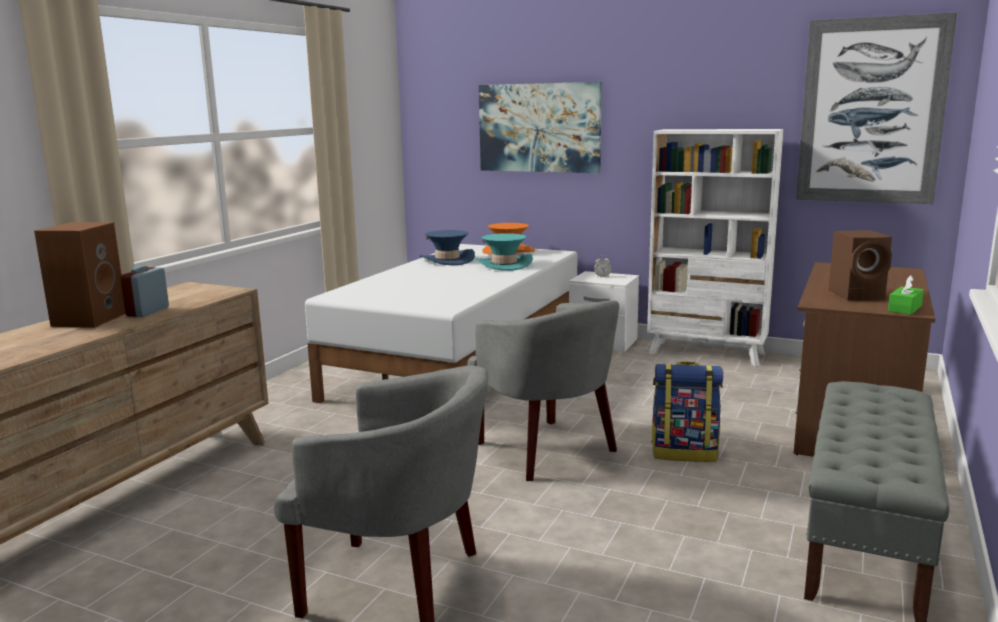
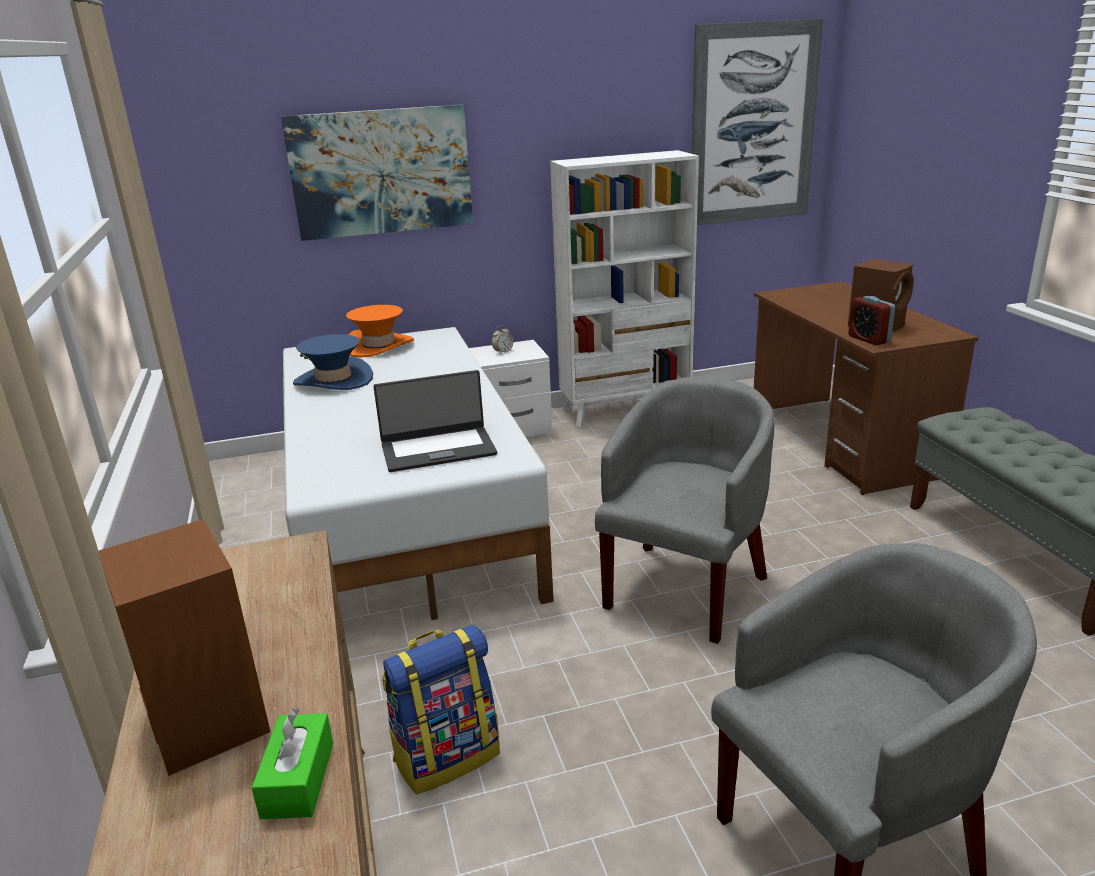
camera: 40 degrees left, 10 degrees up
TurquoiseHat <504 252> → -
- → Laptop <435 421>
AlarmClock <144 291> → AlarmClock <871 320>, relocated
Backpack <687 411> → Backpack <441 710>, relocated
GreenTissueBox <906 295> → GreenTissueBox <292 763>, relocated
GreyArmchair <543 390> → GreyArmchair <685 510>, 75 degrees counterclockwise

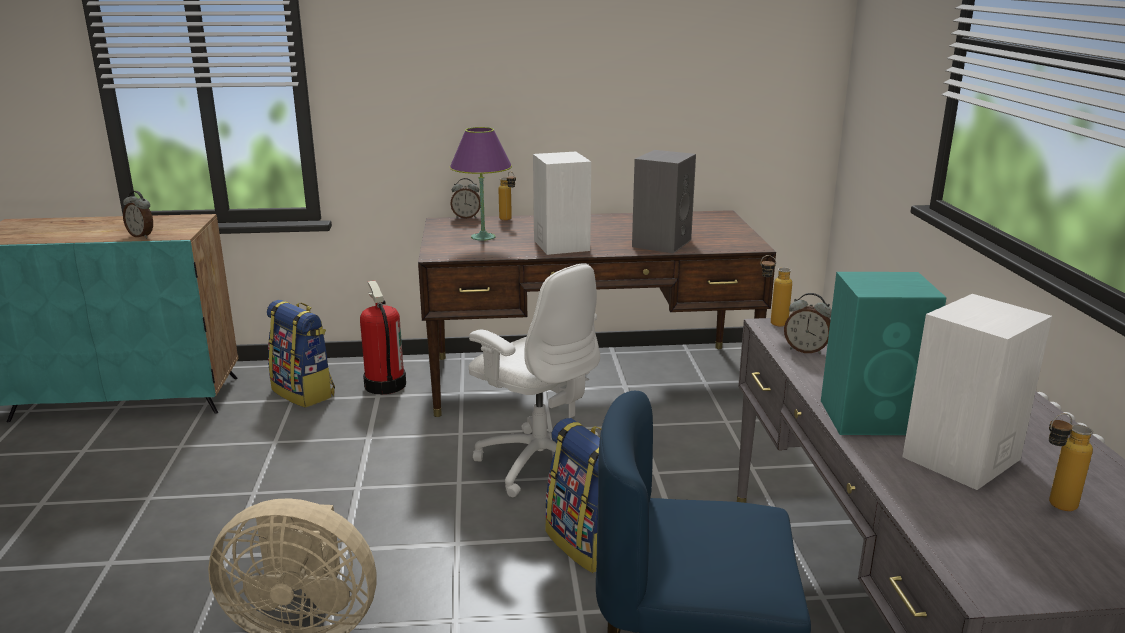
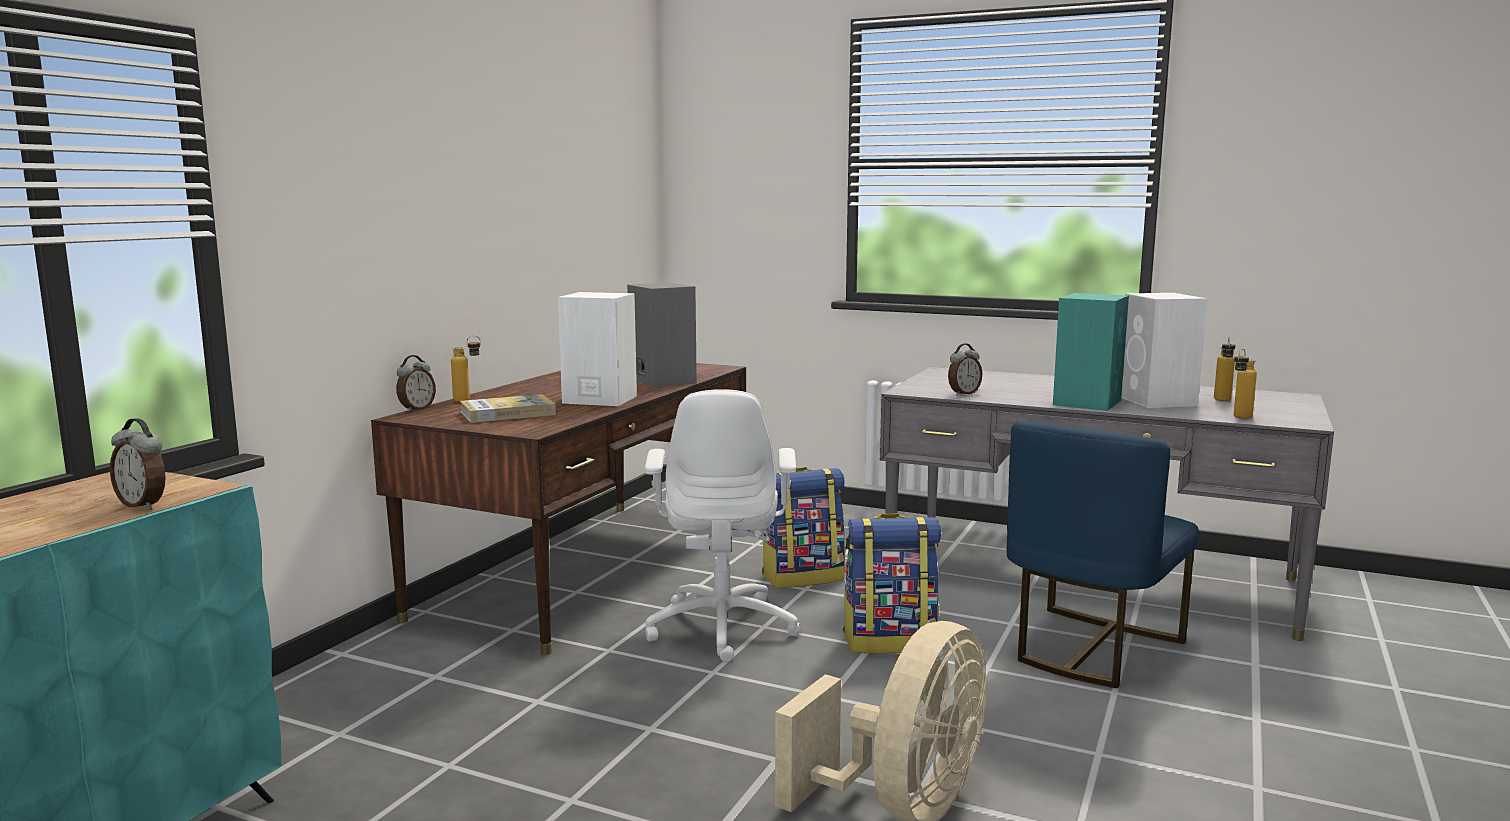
camera: 60 degrees left, 10 degrees down
FireExtinguisher <383 338> → -
Backpack <301 354> → Backpack <803 527>, relocated
Bottle <776 291> → Bottle <1245 384>, relocated
PurpleTableLamp <481 184> → Book <508 408>
AlarmClock <138 215> → AlarmClock <138 464>, 60 degrees clockwise
WhiteOfficeChair <534 380> → WhiteOfficeChair <722 526>, 105 degrees clockwise

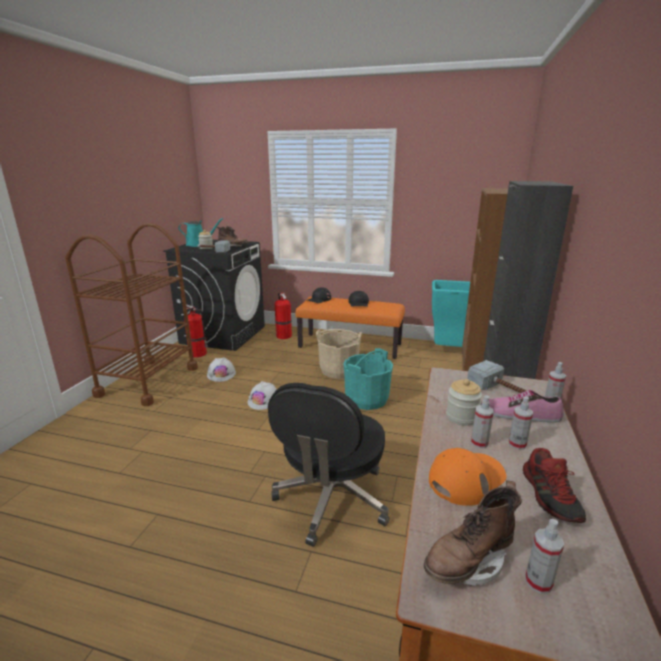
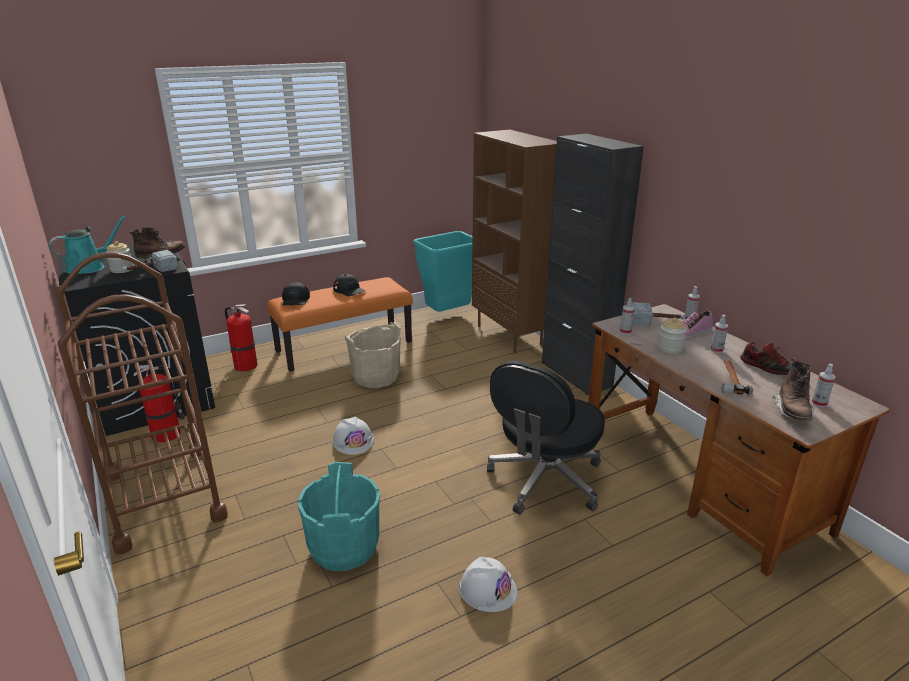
camera: 45 degrees left, 5 degrees up
WhiteHardHat <221 369> → WhiteHardHat <488 584>, relocated
TurquoiseBucket <368 379> → TurquoiseBucket <339 516>, relocated
SprayBottle <482 421> → SprayBottle <627 316>, relocated
OrangeCap <467 477> → Hammer <737 377>
BlackOfficeChair <328 465> → BlackOfficeChair <546 437>, 60 degrees clockwise

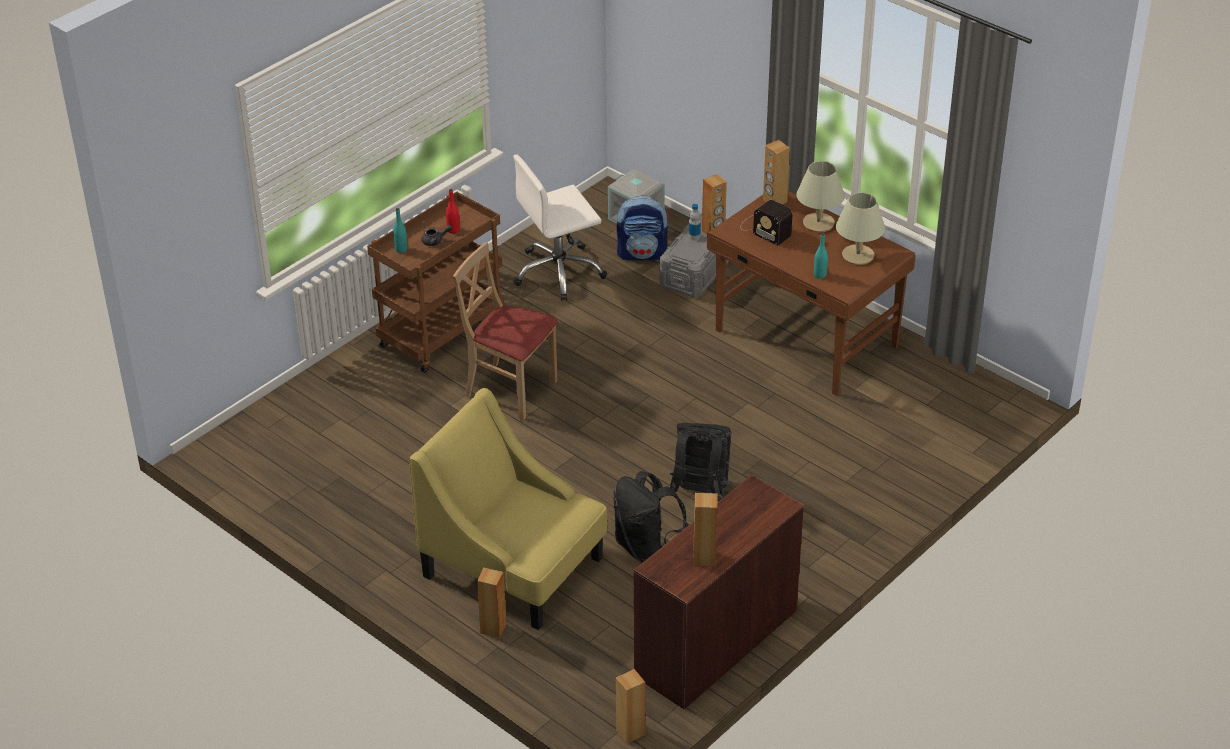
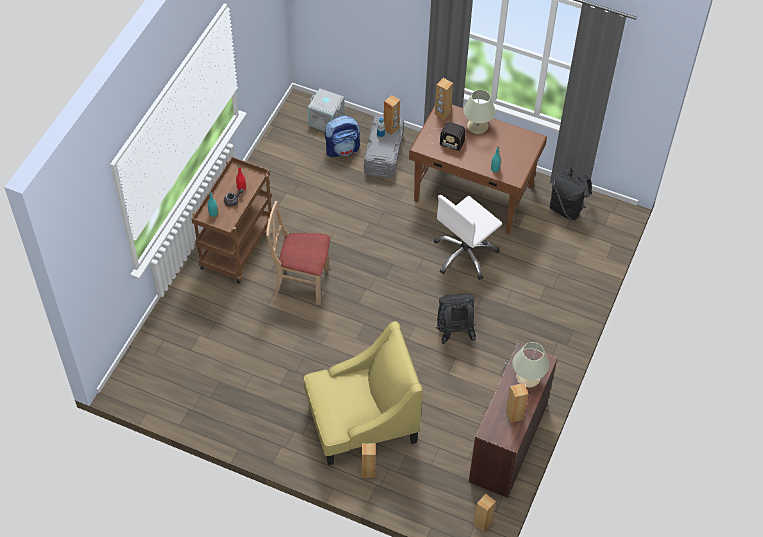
camera: 20 degrees left, 15 degrees up
WhiteOfficeChair <560 227> → WhiteOfficeChair <468 237>, relocated
BlackBackpack <650 517> → BlackBackpack <571 194>, relocated
BeigeTableLamp <860 229> → BeigeTableLamp <530 365>, relocated
YellowArmchair <508 509> → YellowArmchair <363 393>, 150 degrees clockwise

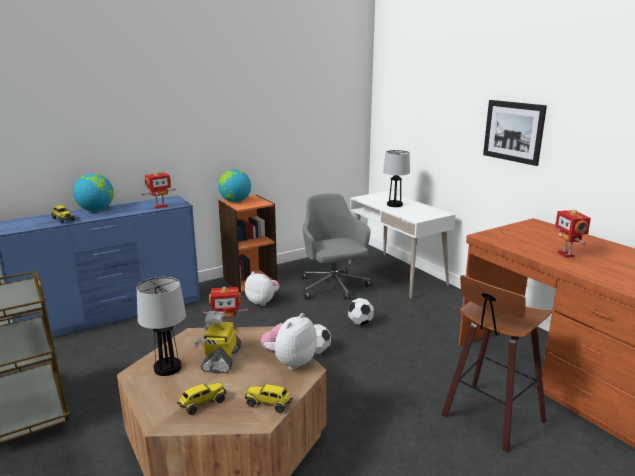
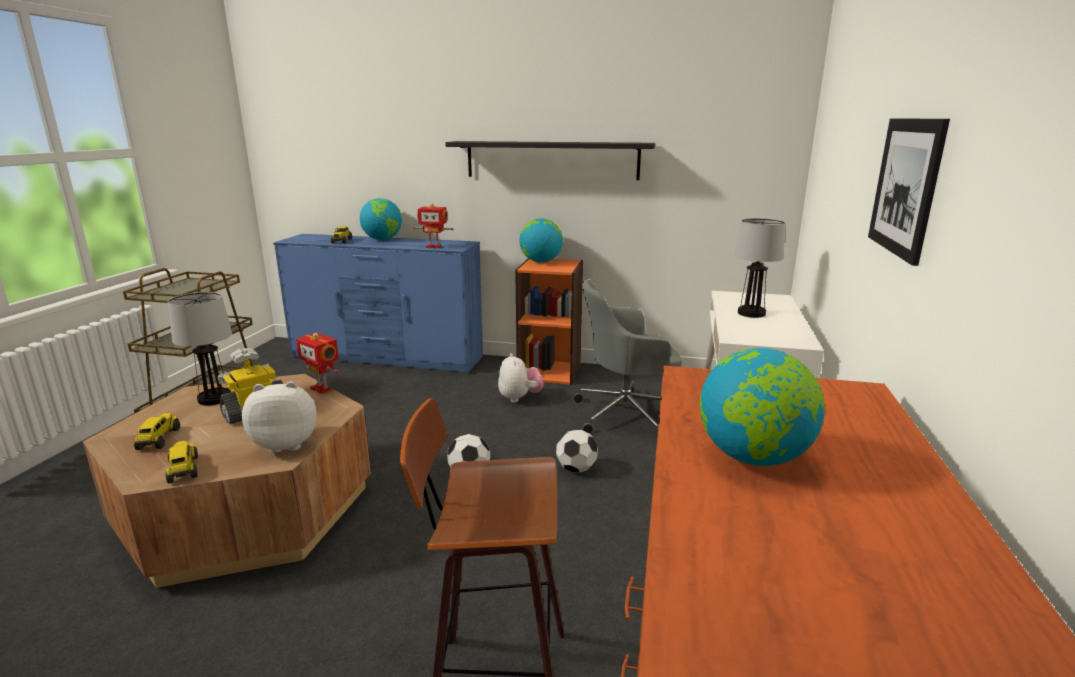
camera: 45 degrees right, 0 degrees up
- → BlackShelf <550 160>
ToyRobot <573 233> → Globe <762 407>
ToyTruck <201 399> → ToyTruck <157 431>, 105 degrees counterclockwise
GreyOfficeChair <336 246> → GreyOfficeChair <627 357>, 120 degrees counterclockwise

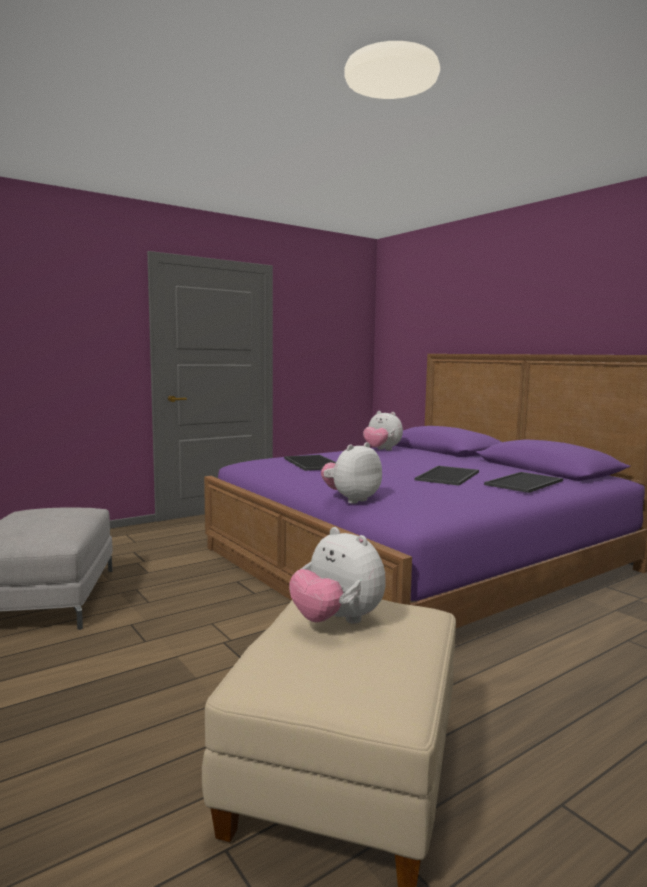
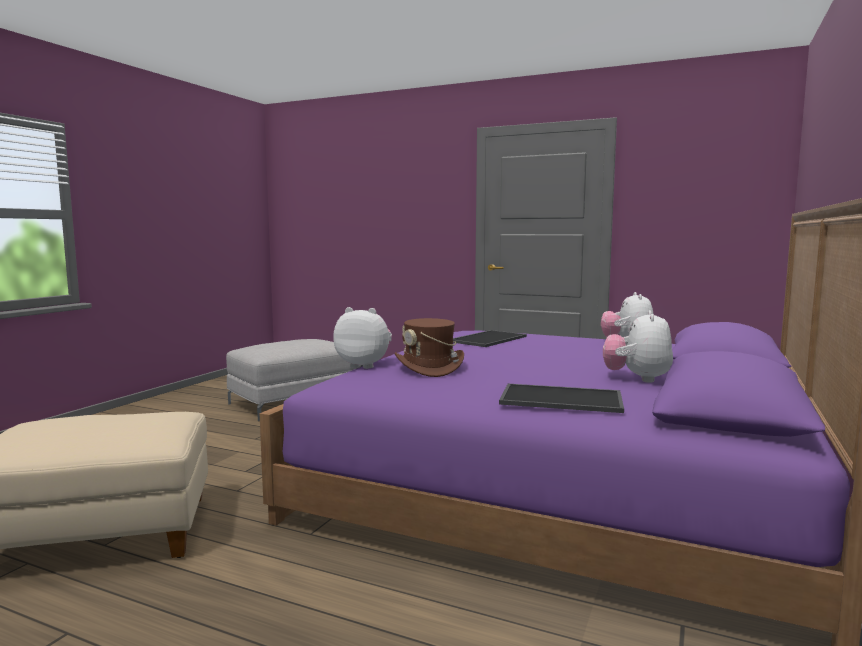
camera: 60 degrees right, 0 degrees up
Tray <447 476> → -
- → BrownHat <429 347>
PlushToy <337 575> → PlushToy <638 346>, relocated

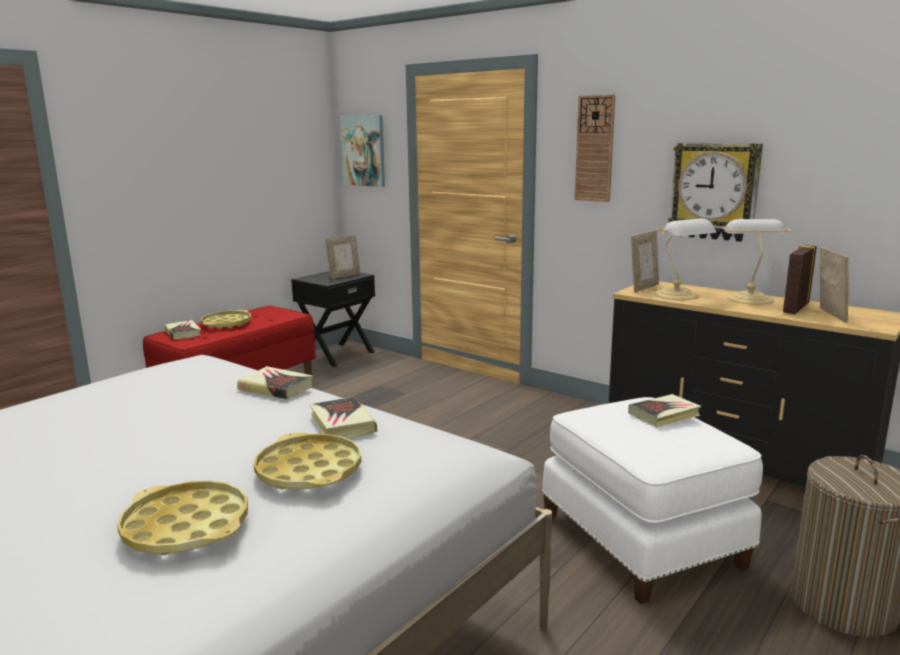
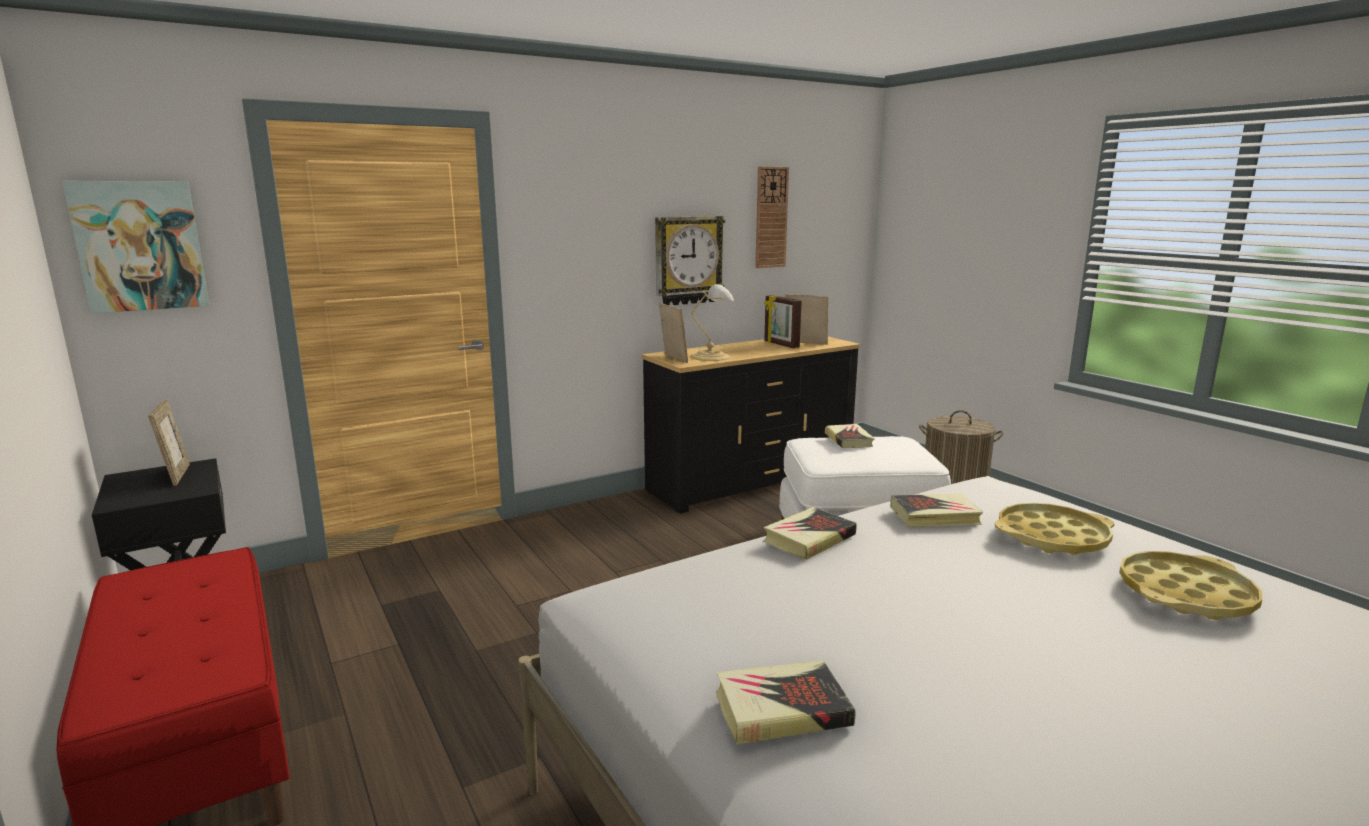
camera: 70 degrees left, 0 degrees up
YellowTray <226 319> → -
TableLamp <757 262> → -
Book <183 330> → Book <785 702>, relocated
WallClock <595 148> → WallClock <772 217>, relocated

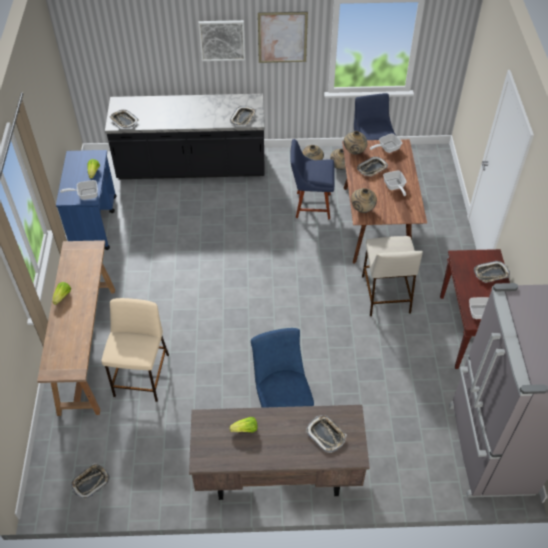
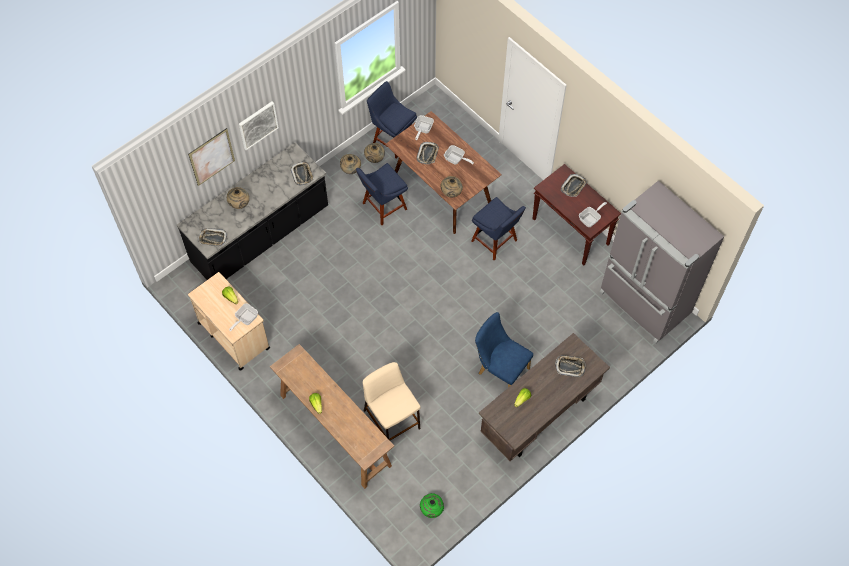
camera: 40 degrees left, 10 degrees up
Picture <283 37> → Picture <211 157>, relocated
BeigeVase <356 142> → BeigeVase <238 198>, relocated
Tray <90 481> → GreenVase <432 505>
BeigeStool <392 276> → BlueChair <498 229>
BlueCart <86 200> → BeigeCart <229 321>

